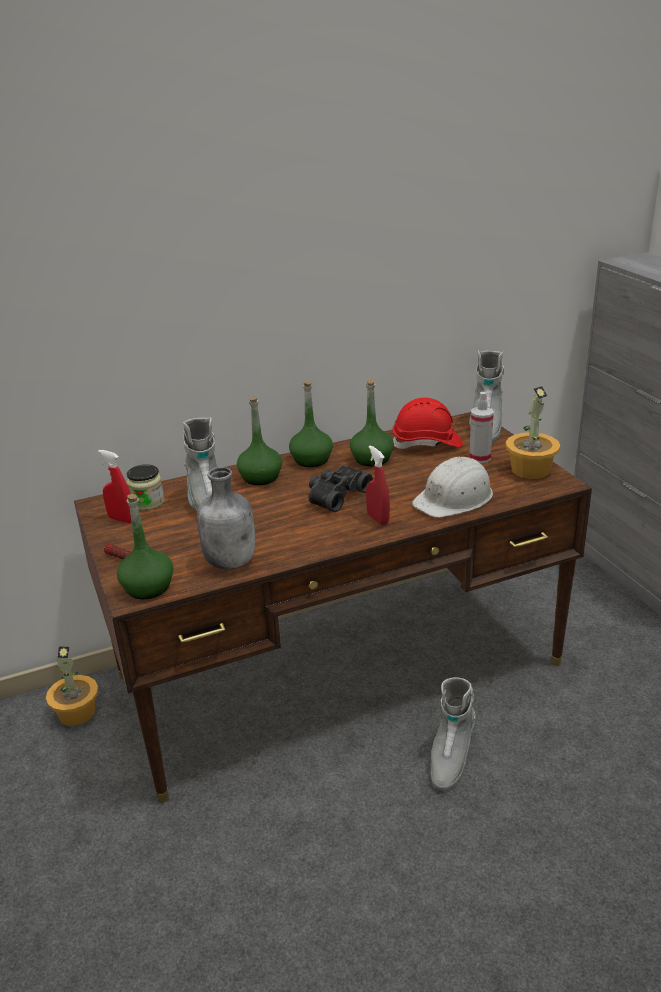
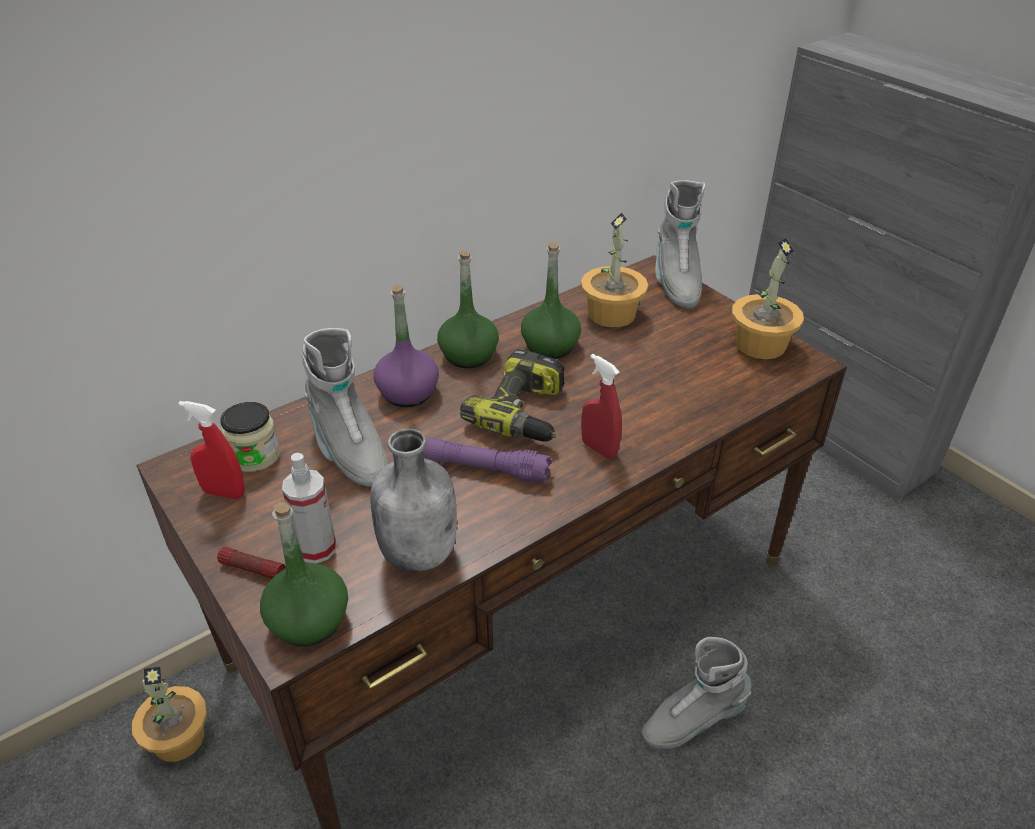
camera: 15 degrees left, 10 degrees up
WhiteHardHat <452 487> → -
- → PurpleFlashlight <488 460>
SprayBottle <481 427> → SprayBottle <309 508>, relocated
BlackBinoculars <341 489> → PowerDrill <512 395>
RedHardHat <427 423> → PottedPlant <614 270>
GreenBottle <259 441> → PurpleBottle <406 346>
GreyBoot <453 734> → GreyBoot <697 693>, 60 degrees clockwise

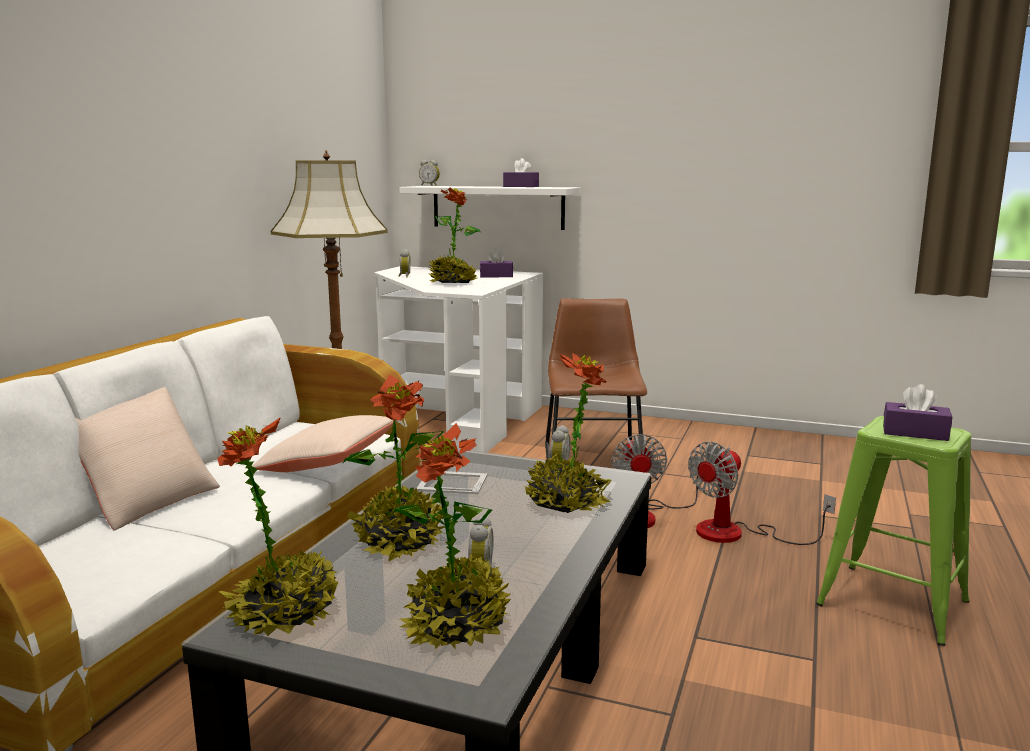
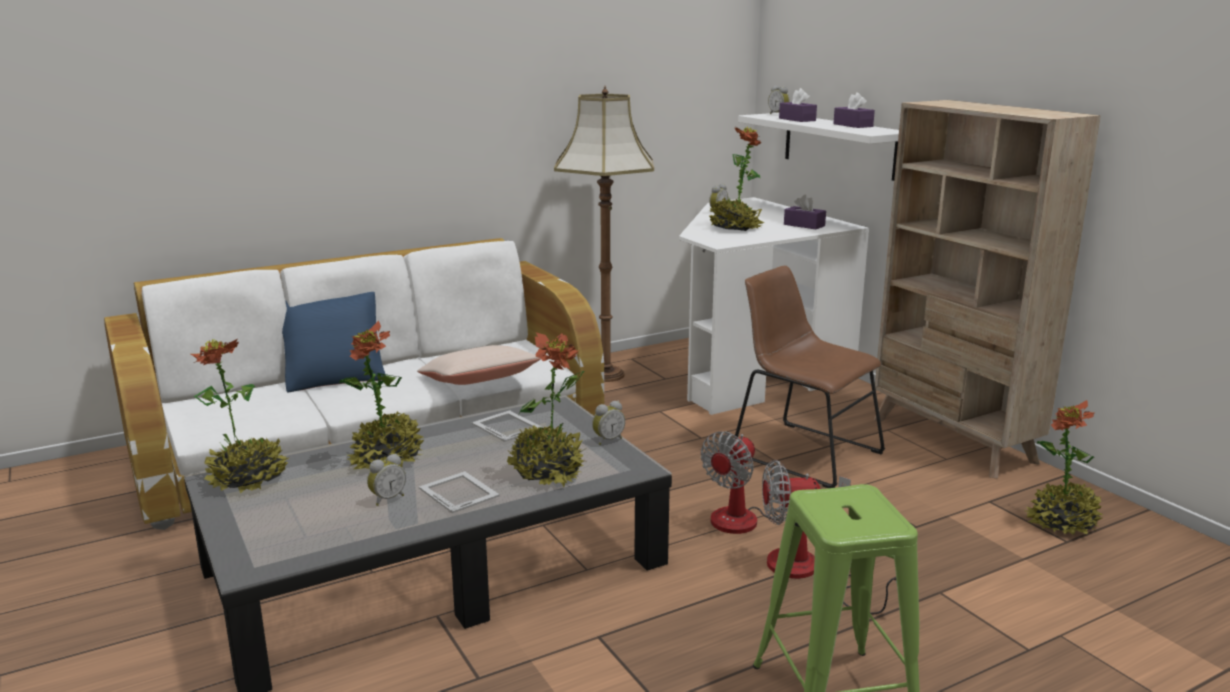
camera: 40 degrees right, 5 degrees up
- → PictureFrame <459 492>
- → BeigeBookcase <987 289>
PottedPlant <452 536> → PottedPlant <1064 467>, relocated
PurpleTissueBox <917 412> → PurpleTissueBox <798 105>, relocated
BeigePillow <147 458> → BluePillow <334 342>
BrownChair <596 379> → BrownChair <810 376>, 90 degrees counterclockwise

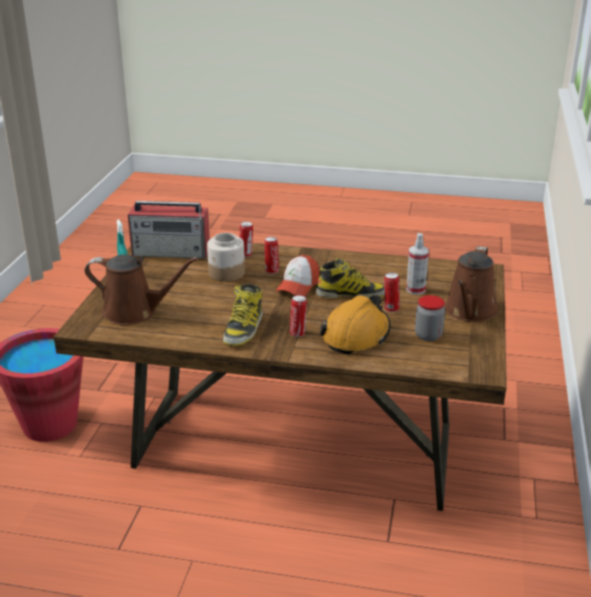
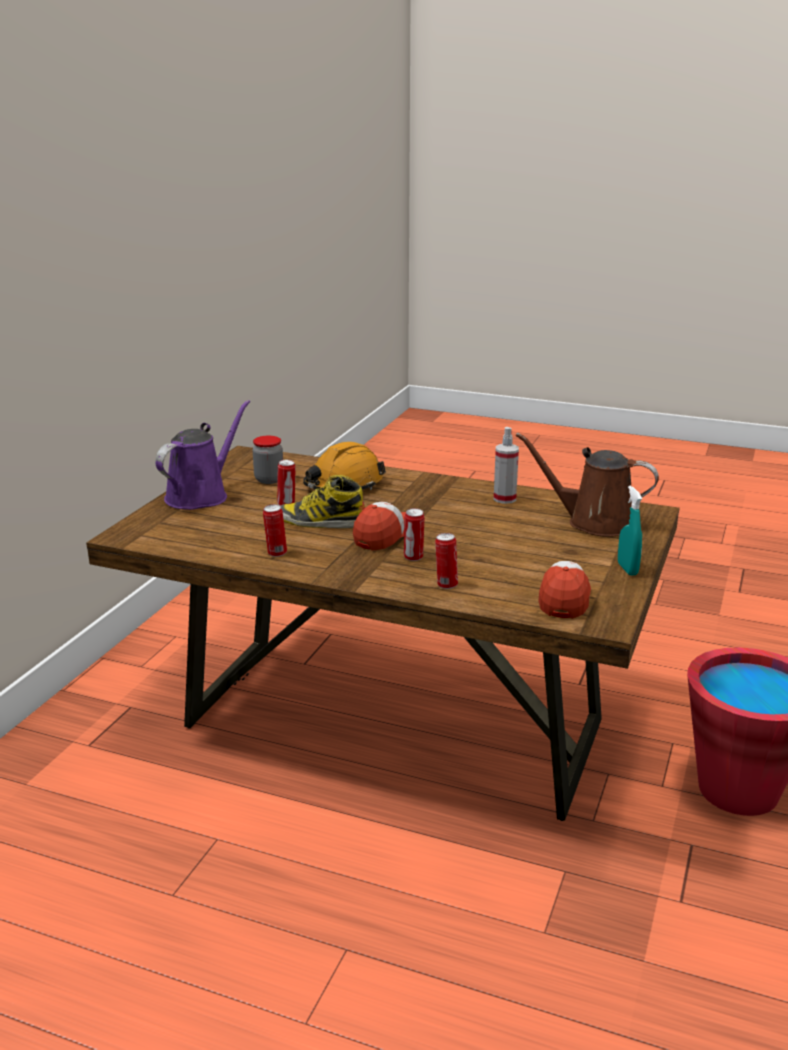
camera: 170 degrees left, 5 degrees down
Jar <226 257> → -
Boot <243 315> → -
Can <298 316> → Can <275 530>, relocated
SprayBottle <417 264> → SprayBottle <506 465>, relocated
Radio <169 229> → Cap <564 590>
BrownWateringCan <471 284> → PurpleWateringCan <202 455>

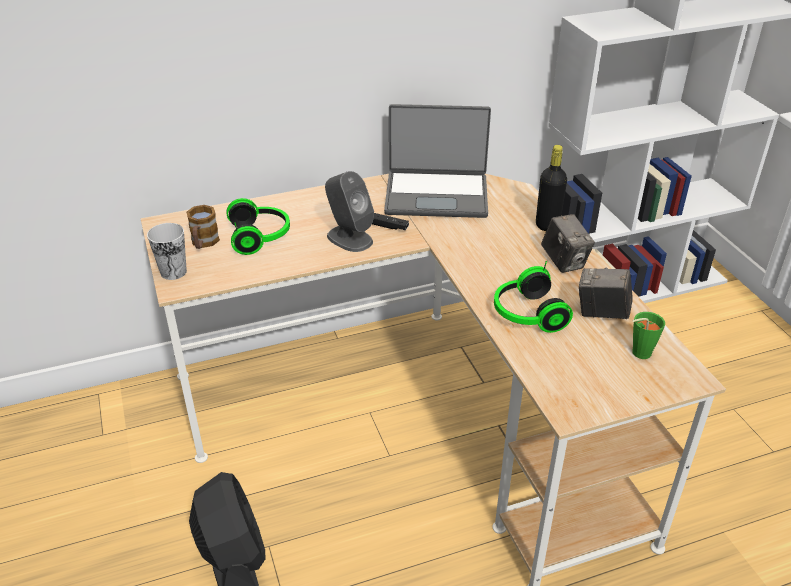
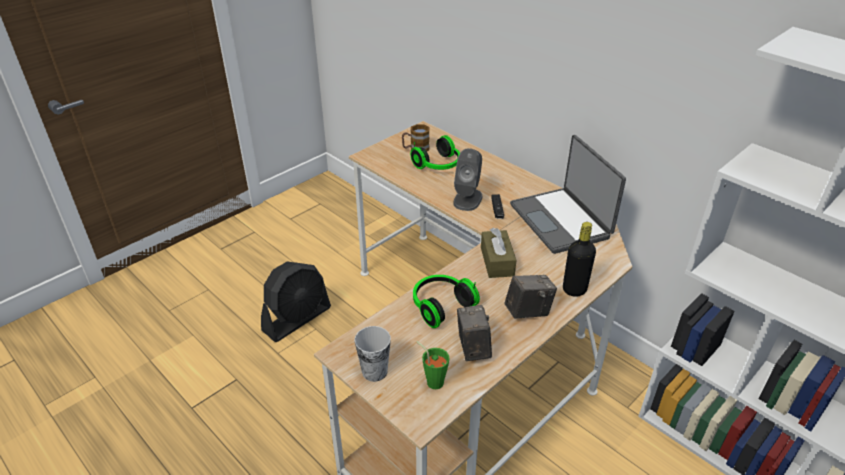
camera: 65 degrees right, 0 degrees up
- → BrownTissueBox <498 253>
Cup <167 251> → Cup <373 354>, relocated
PhotoCamera <568 243> → PhotoCamera <530 297>, 150 degrees counterclockwise

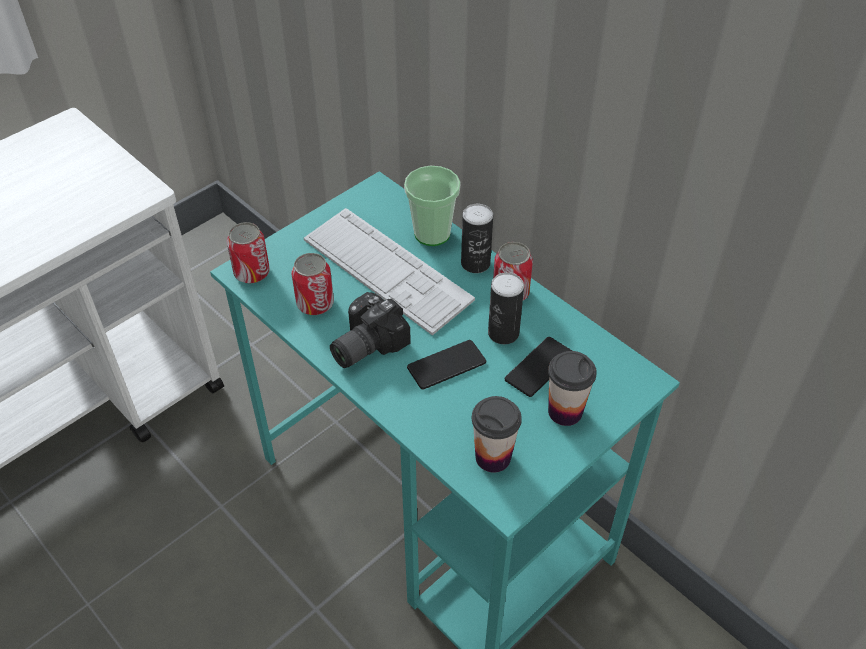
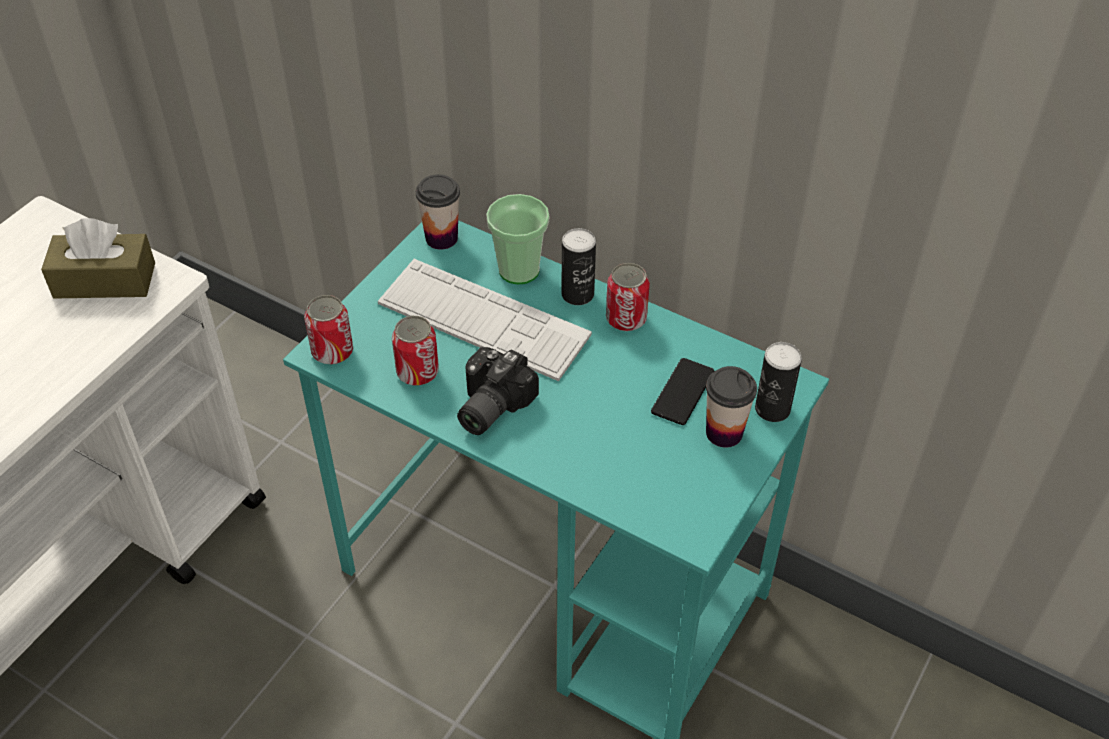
camera: 15 degrees left, 0 degrees up
Phone <446 365> → -
- → BrownTissueBox <98 258>
Cup <497 434> → Cup <438 212>, relocated
Can <506 308> → Can <778 382>, relocated

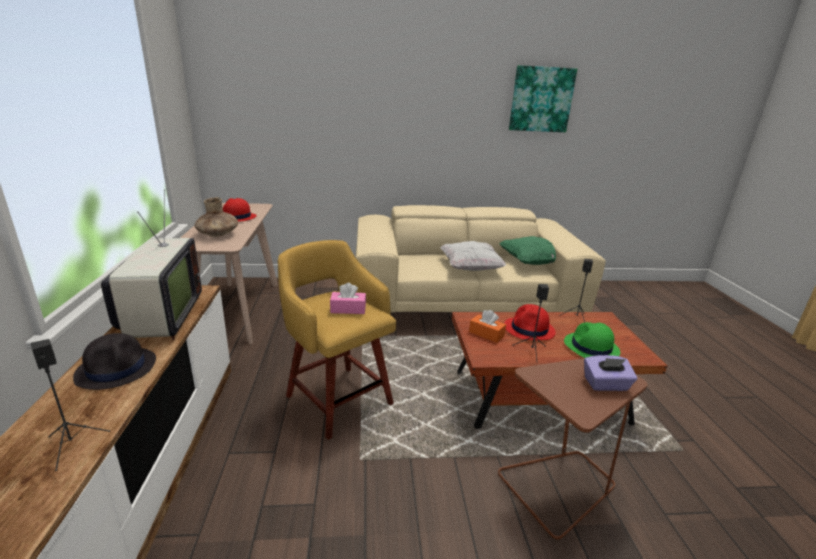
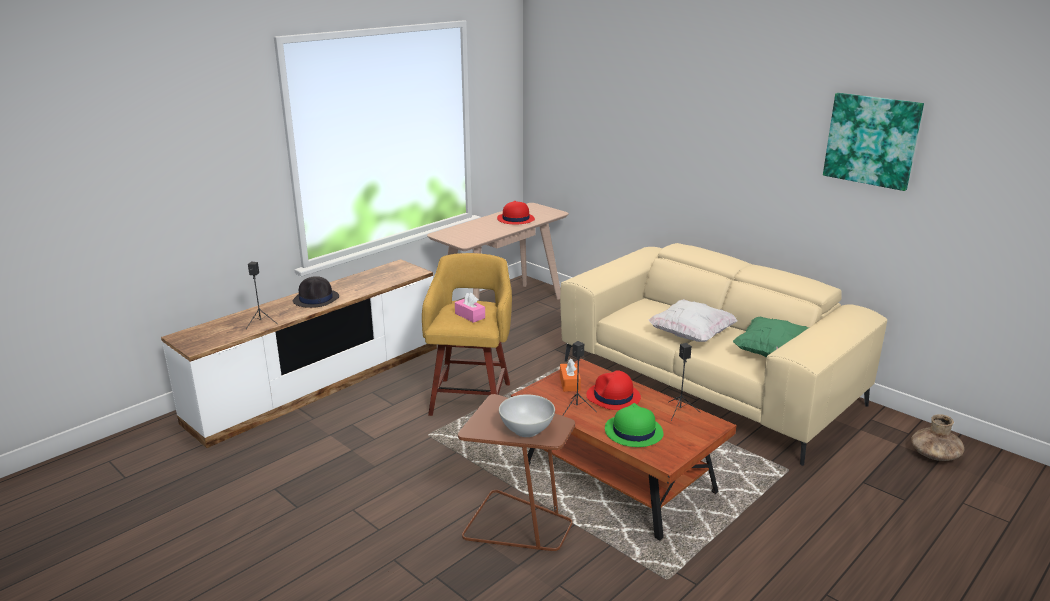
camera: 50 degrees right, 0 degrees up
Television <151 264> → -
BrownVase <216 217> → BrownVase <937 437>, relocated
PurpleTissueBox <611 373> → WhiteBowl <527 415>

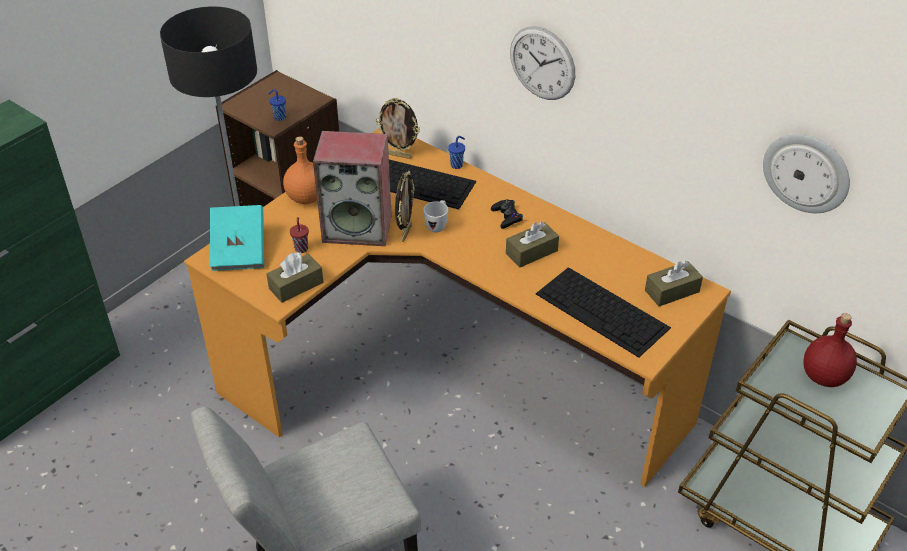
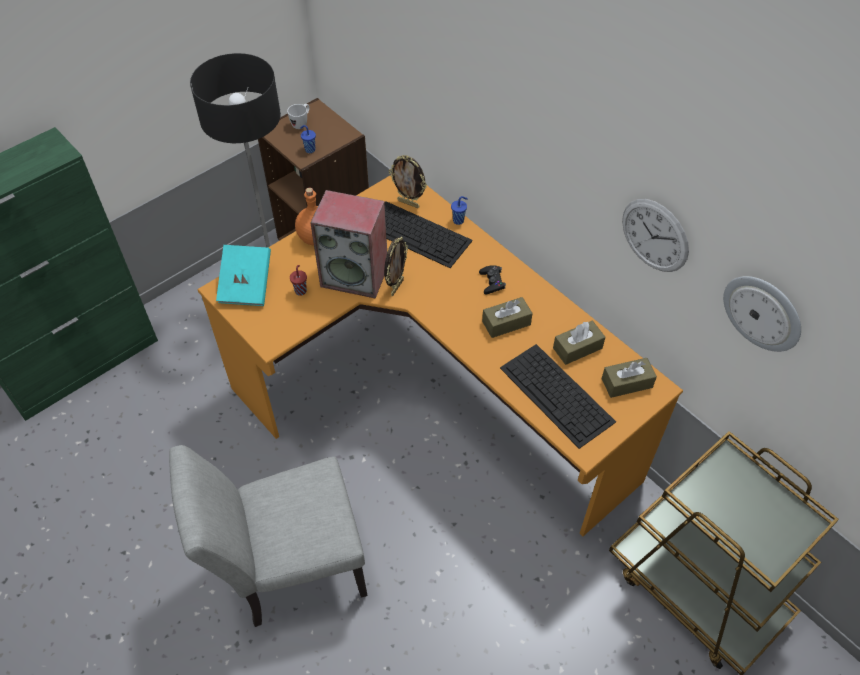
camera: 10 degrees right, 10 degrees up
RedBottle <830 350> → -
BrownTissueBox <294 277> → BrownTissueBox <579 343>, relocated
WhiteMug <435 216> → WhiteMug <298 116>, relocated
WallClock <542 63> → WallClock <655 235>, relocated

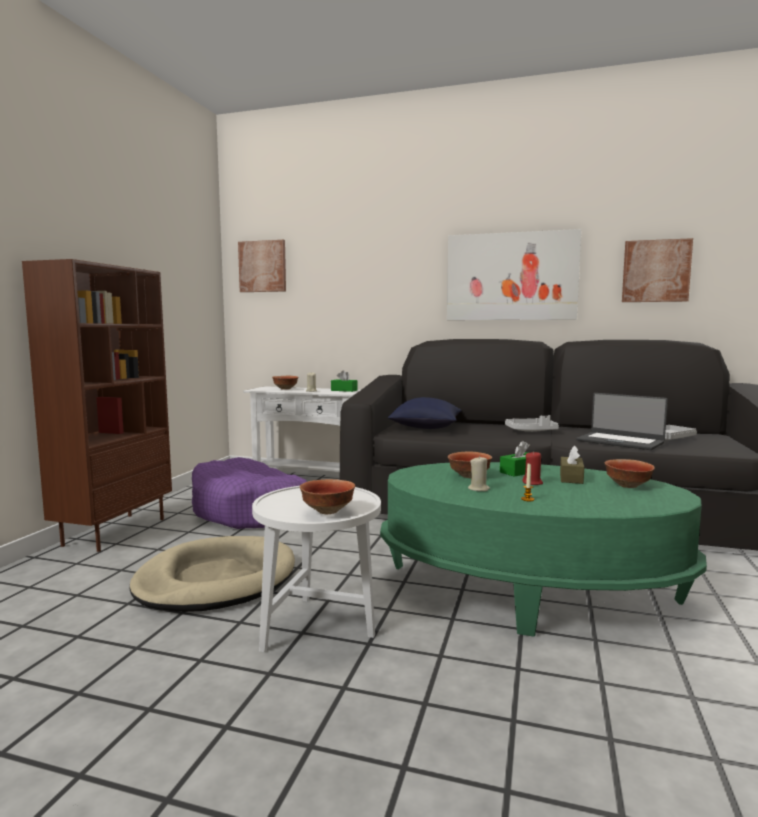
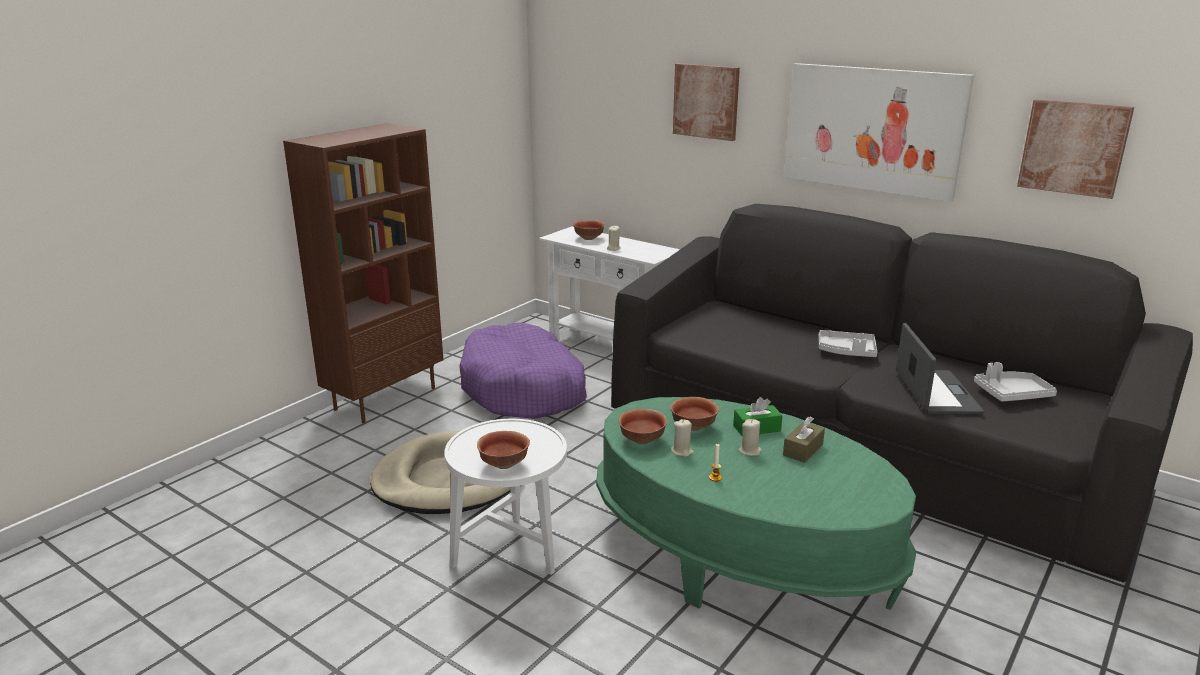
camera: 20 degrees right, 15 degrees up
GreenTissueBox <344 381> → -
BluePillow <425 413> → -
Picture <262 266> → Picture <706 102>, relocated
Bowl <630 473> → Bowl <643 426>, relocated
RedCandle <533 468> → BeigeCandle <750 437>
Laptop <622 421> → Laptop <940 368>, 150 degrees counterclockwise

